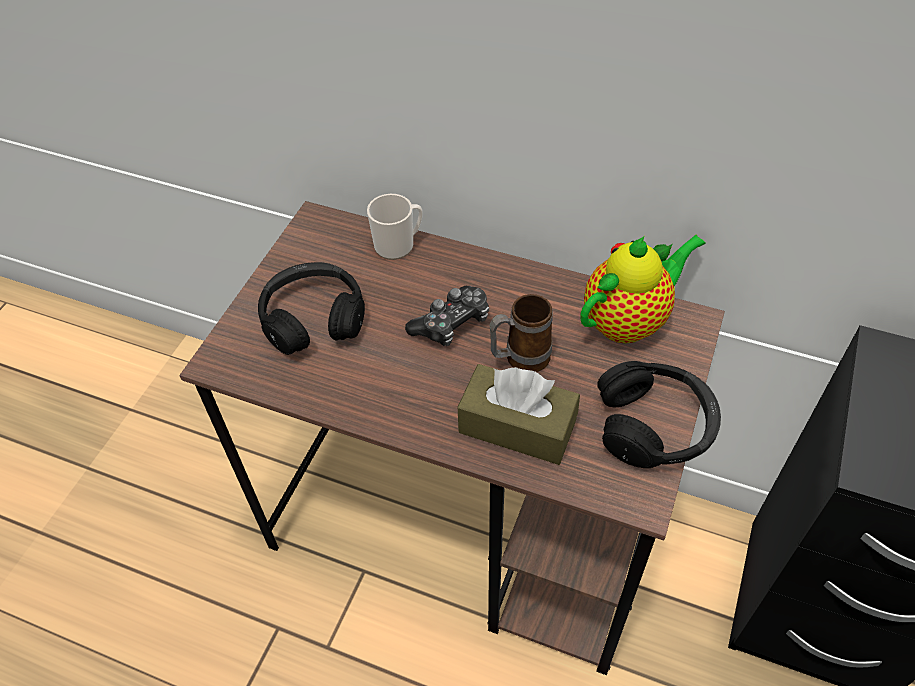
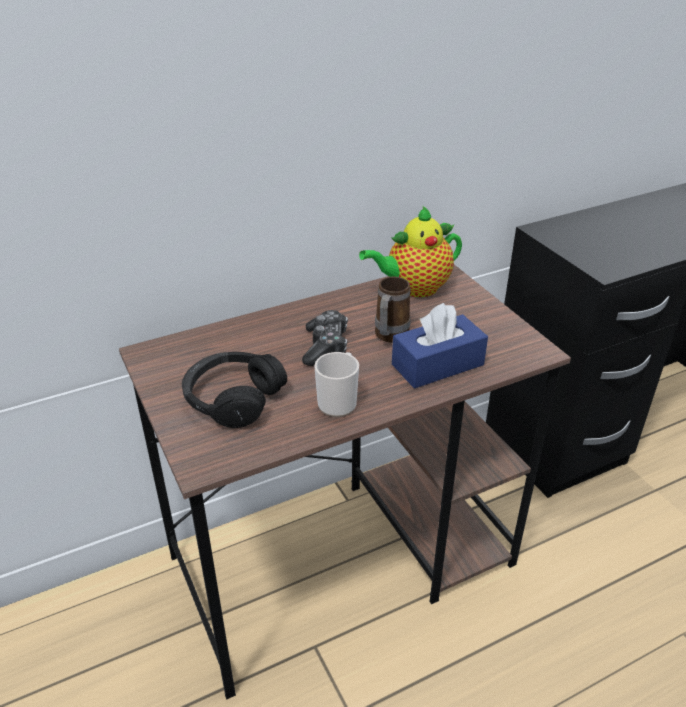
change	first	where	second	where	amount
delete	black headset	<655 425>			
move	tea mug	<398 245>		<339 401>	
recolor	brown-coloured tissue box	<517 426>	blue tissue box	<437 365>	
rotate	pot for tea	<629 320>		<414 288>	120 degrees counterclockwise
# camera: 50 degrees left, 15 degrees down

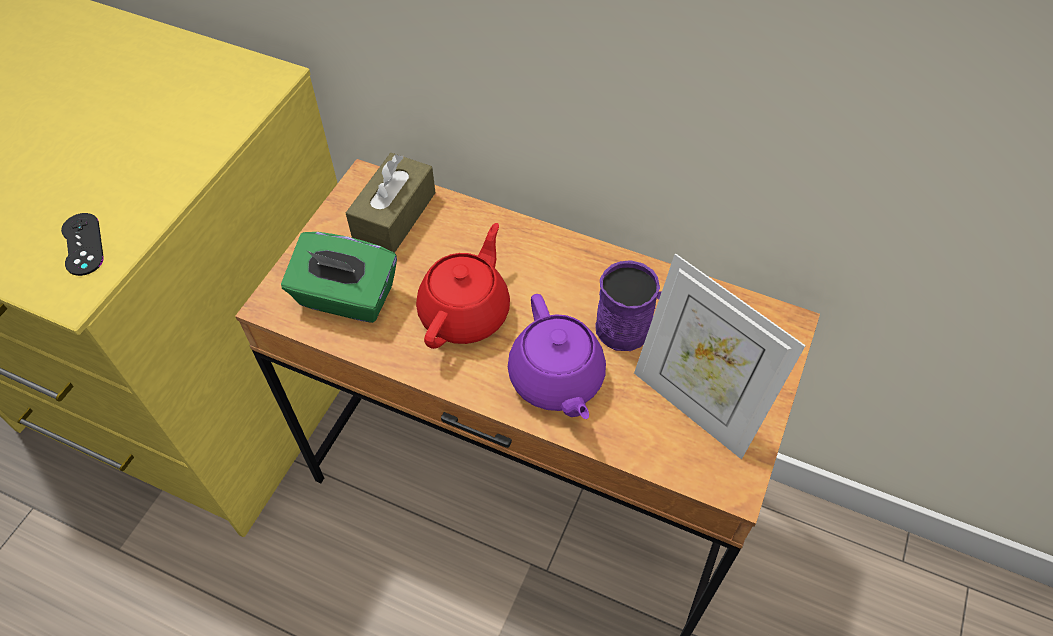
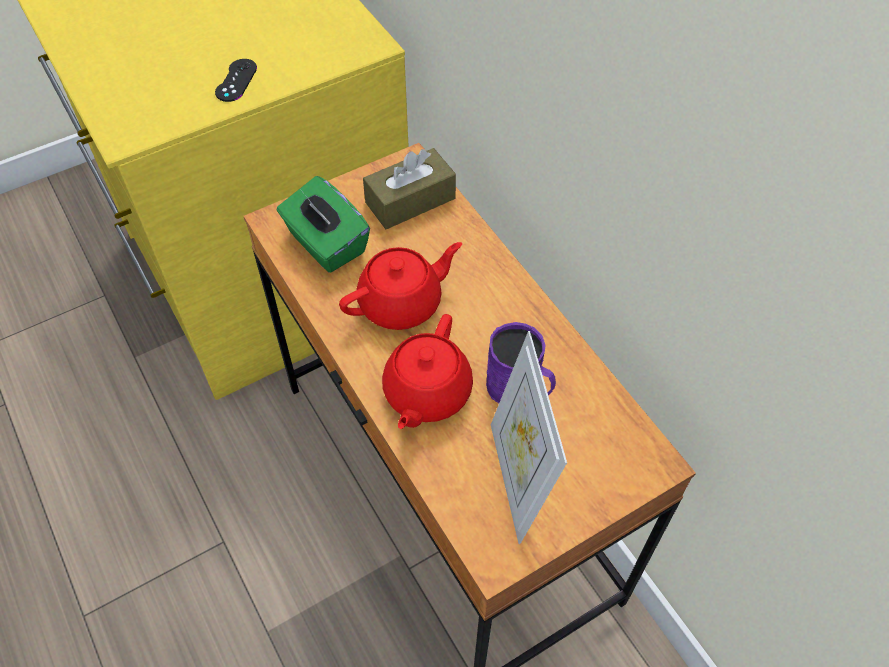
change	first	where	second	where	amount
move	black game controller	<82 244>		<236 80>	
recolor	purple pot for tea	<556 379>	red pot for tea	<426 393>	
# camera: 35 degrees right, 0 degrees up

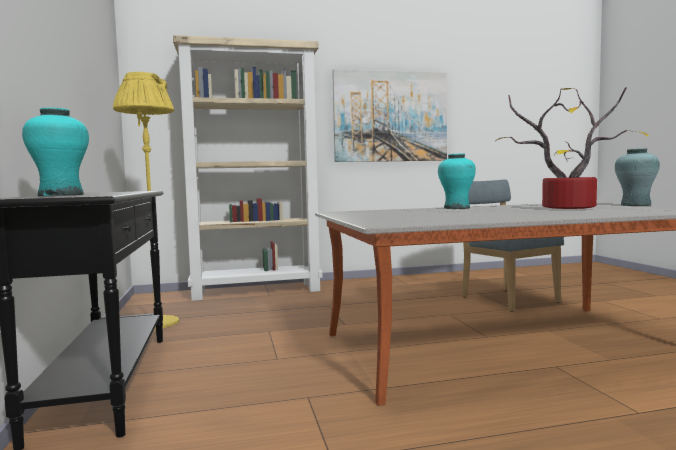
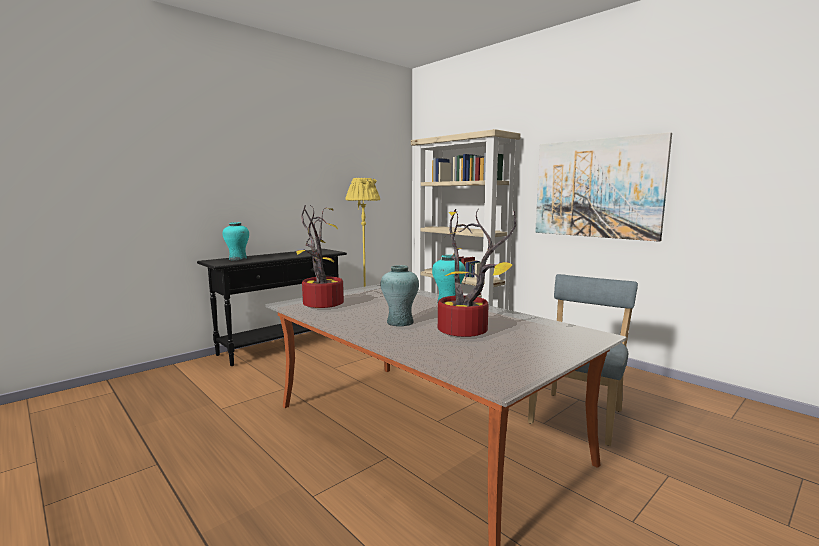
change	first	where	second	where	amount
insert			houseplant	<320 304>	
move	blue-green vase	<635 205>		<399 322>	
# camera: 60 degrees right, 5 degrees up

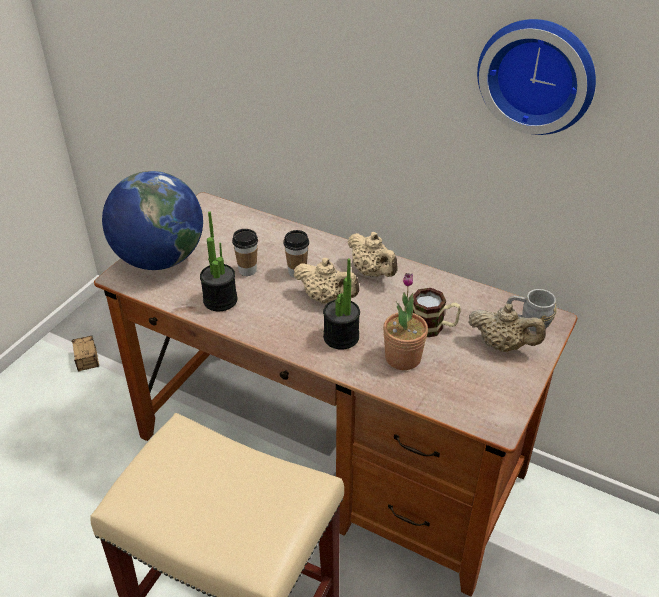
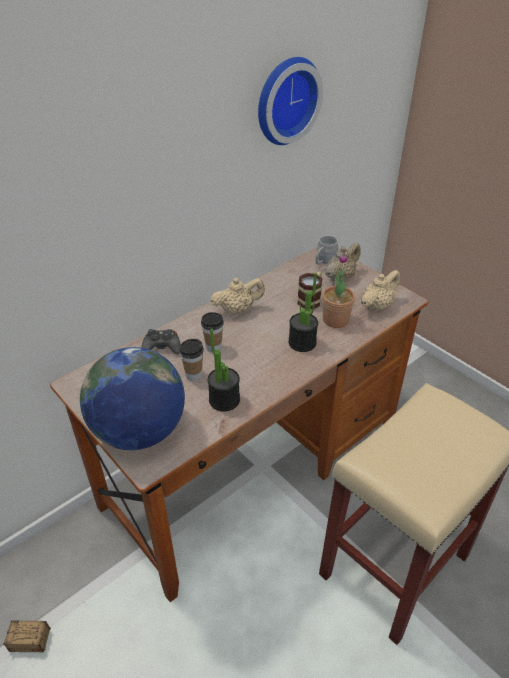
change	first	where	second	where	amount
insert			black game controller	<162 347>	
move	beige-coloured pot for tea	<326 299>		<377 306>	
# camera: 70 degrees left, 0 degrees up

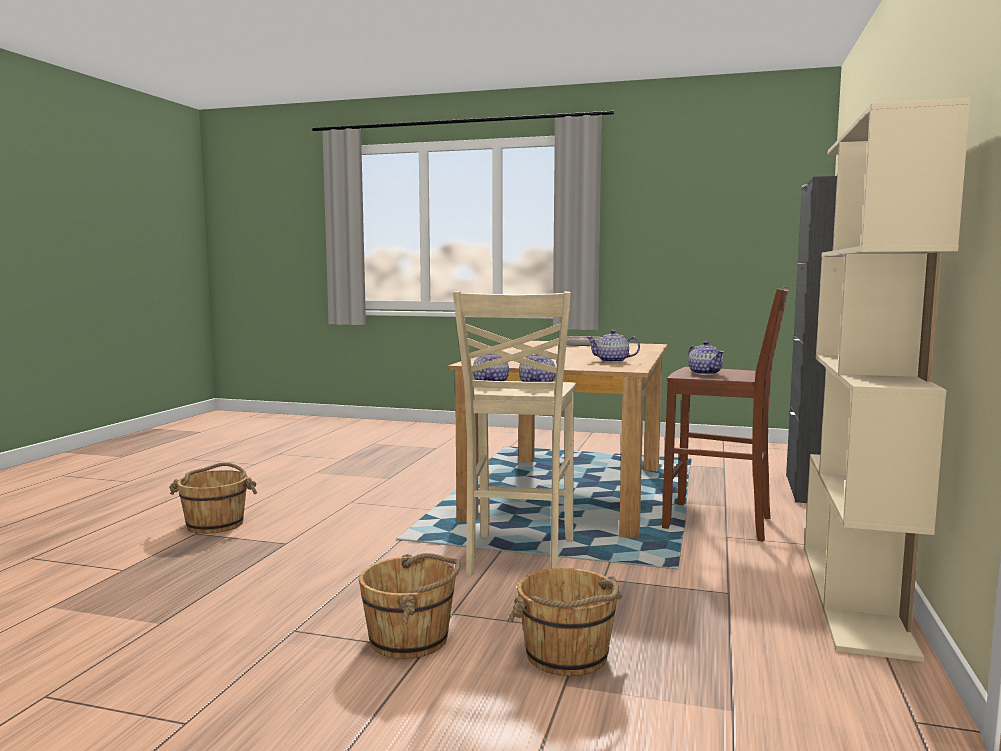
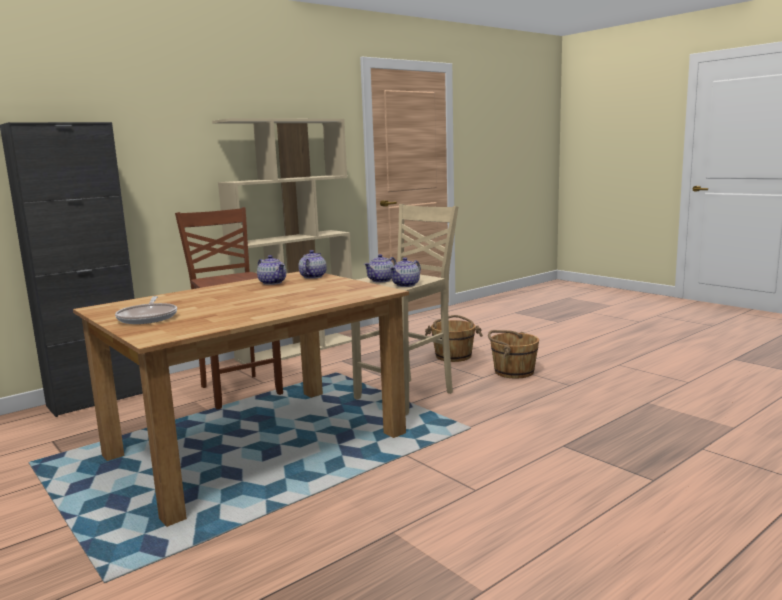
change	first	where	second	where	amount
delete	brown-coloured pail	<215 524>			
move	pot for tea	<705 373>		<312 277>	
# camera: 145 degrees left, 5 degrees up

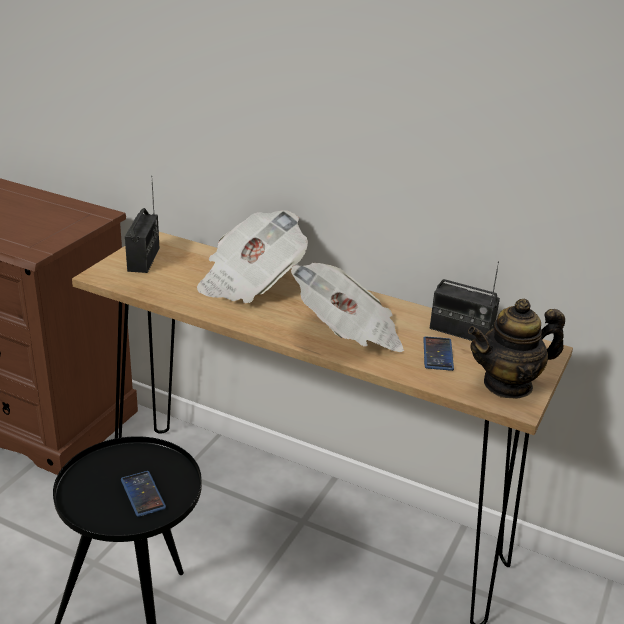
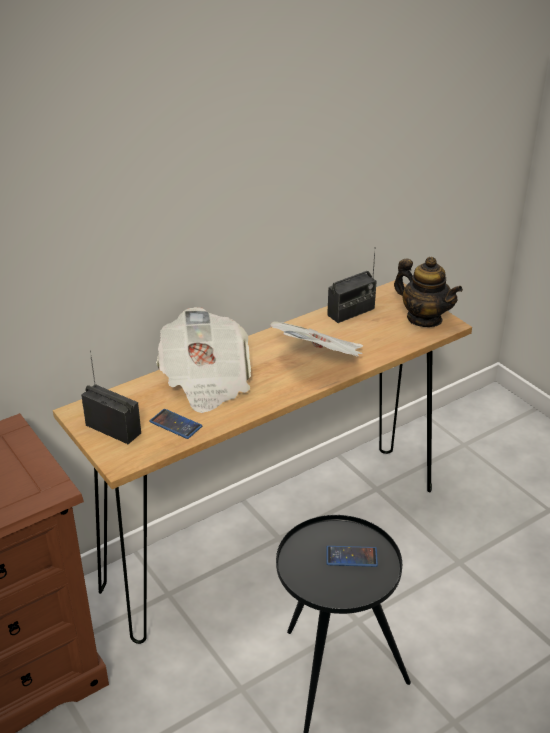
change	first	where	second	where	amount
move	handset	<438 354>		<175 424>	
rotate	pot for tea	<508 384>		<424 318>	60 degrees counterclockwise
# camera: 60 degrees left, 5 degrees up

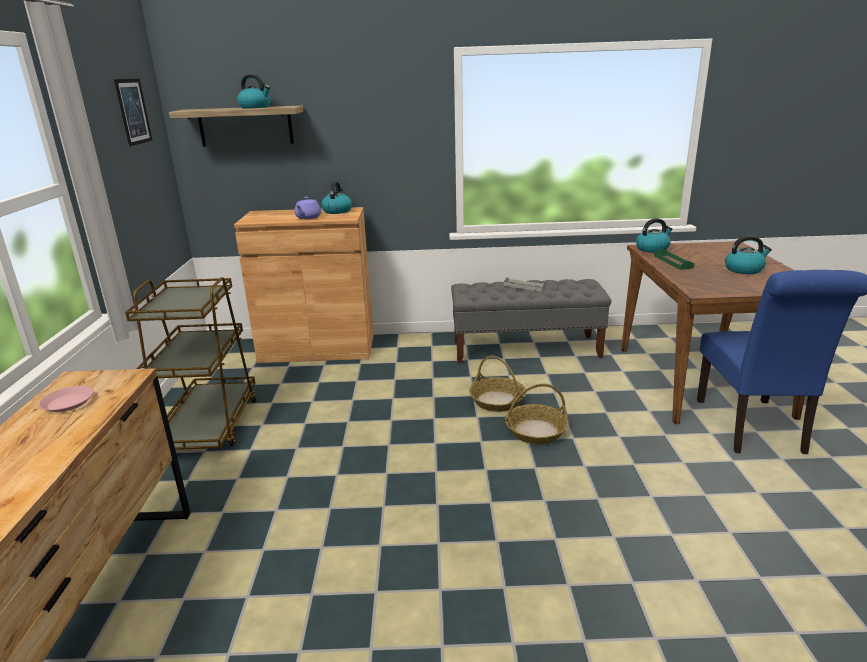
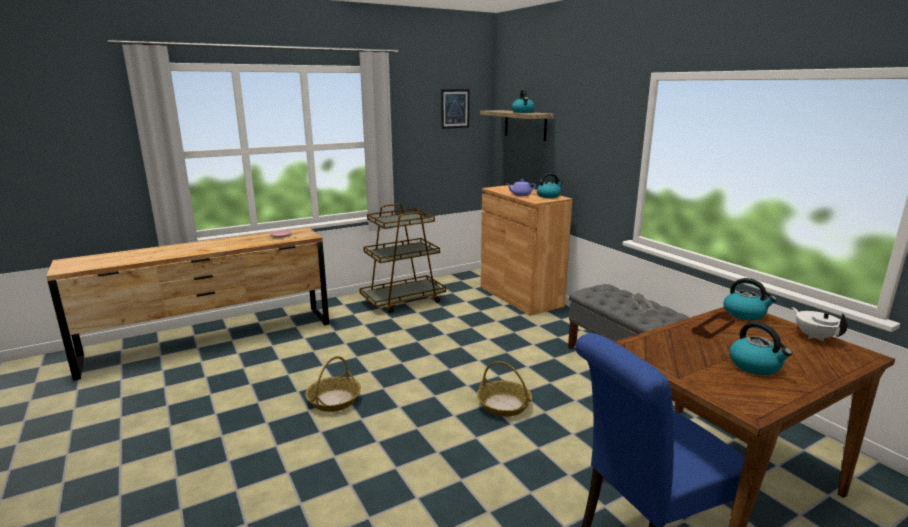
change	first	where	second	where	amount
insert			white pot for tea	<814 337>	
move	basket	<497 401>		<334 400>	
recolor	green-coloured tray	<673 262>	brown-coloured tray	<713 327>	
# camera: 60 degrees right, 5 degrees down

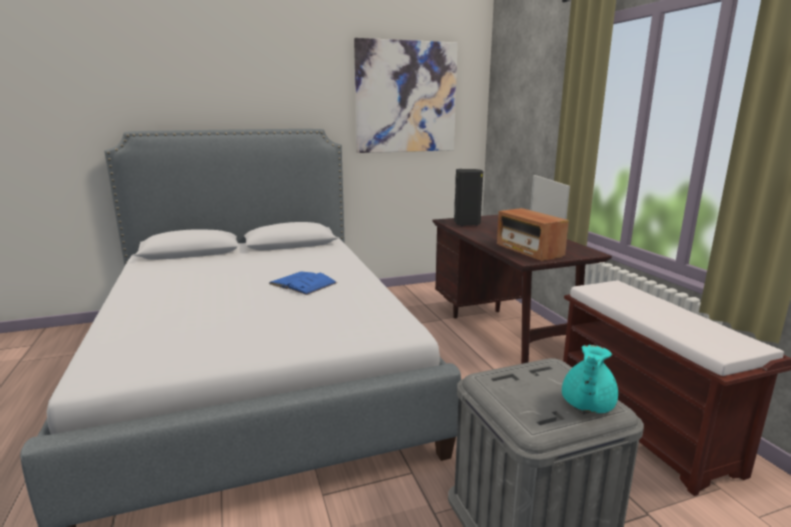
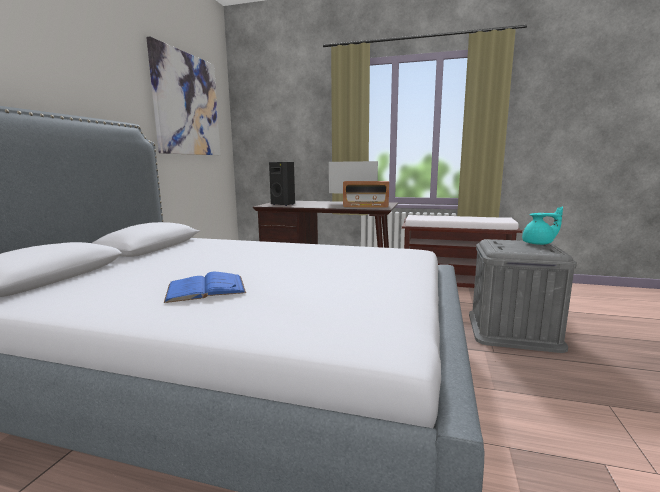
change	first	where	second	where	amount
move	blue bound book	<302 283>		<206 288>	
rotate	blue-green pot for tea	<586 405>		<539 244>	60 degrees counterclockwise
# camera: 55 degrees left, 5 degrees down

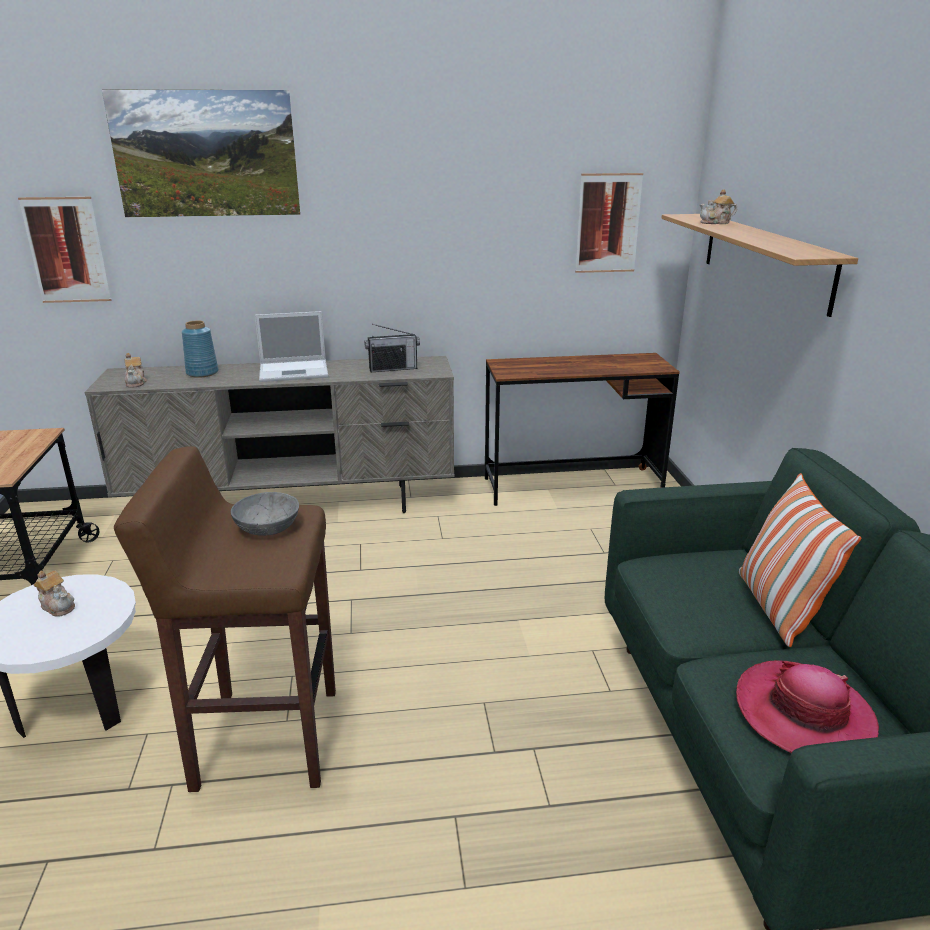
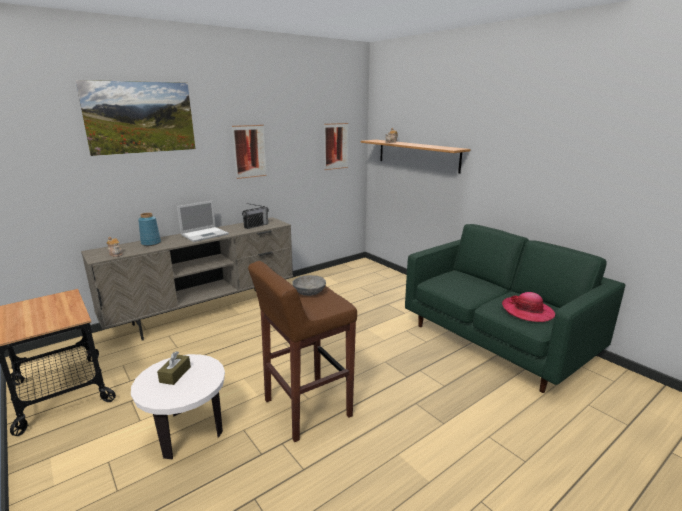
change	first	where	second	where	amount
delete	brown-coloured desk	<572 486>			
delete	throw pillow	<778 608>			
move	picture	<66 250>		<249 151>	
replace	pot for tea	<58 606>	brown-coloured tissue box	<175 374>	
# camera: 30 degrees left, 5 degrees down

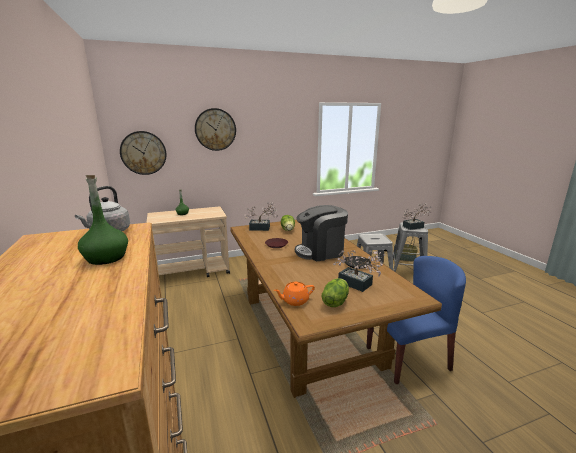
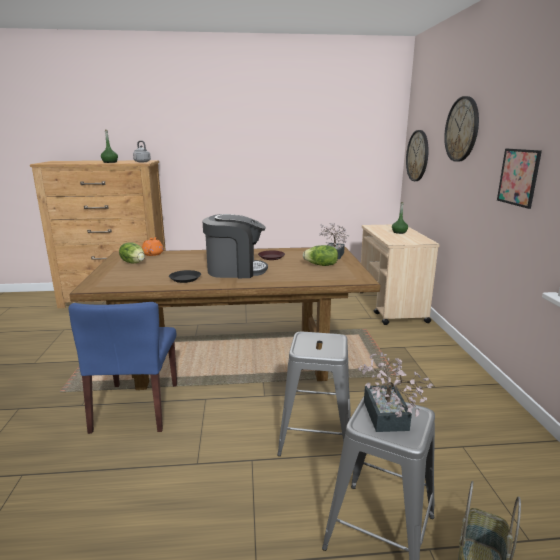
change	first	where	second	where	amount
delete	houseplant	<358 285>			
insert			picture	<518 177>	
rotate	coffee maker	<320 251>		<235 270>	90 degrees clockwise
# camera: 105 degrees right, 0 degrees up

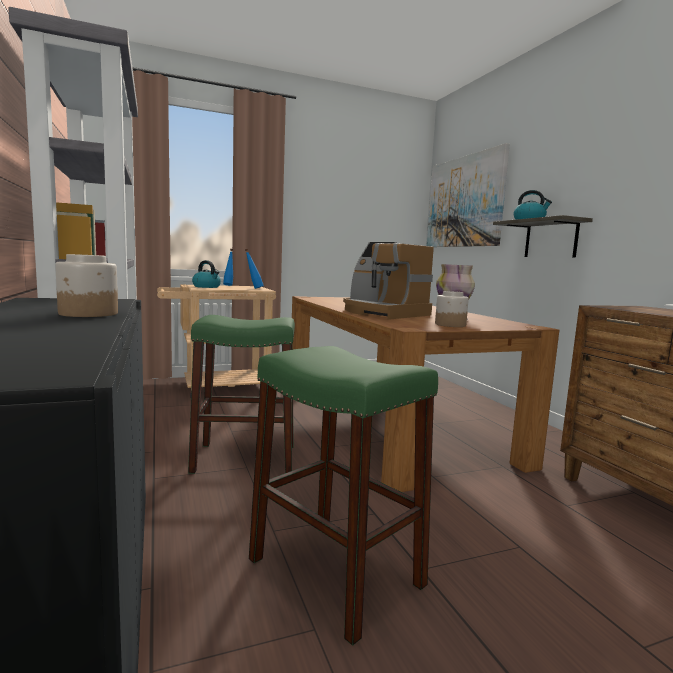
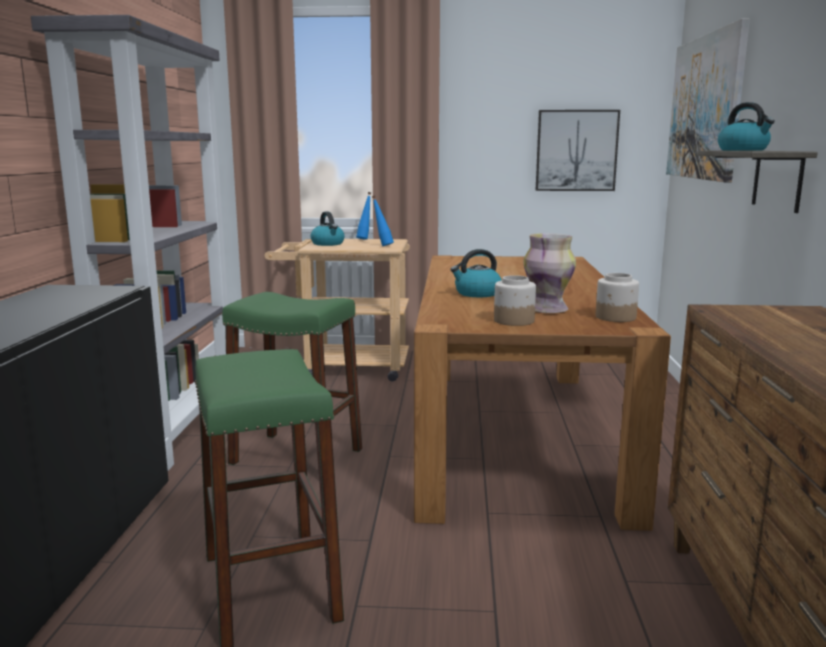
change	first	where	second	where	amount
insert			picture	<576 150>	
move	storage jar	<88 314>		<615 317>	
replace	coffee maker	<383 313>	water kettle	<477 293>	
# camera: 25 degrees right, 5 degrees up

